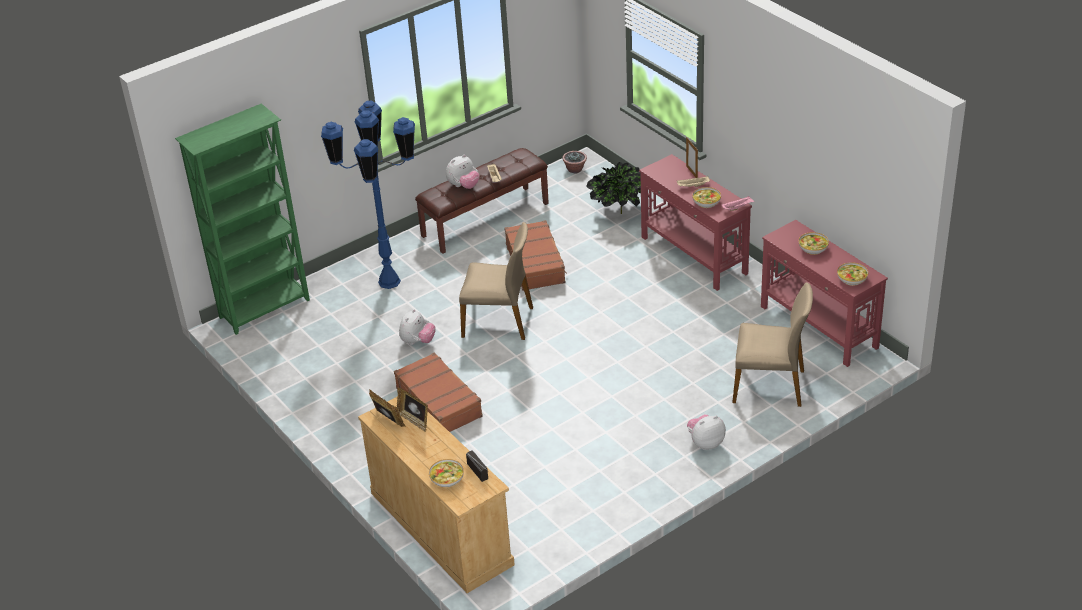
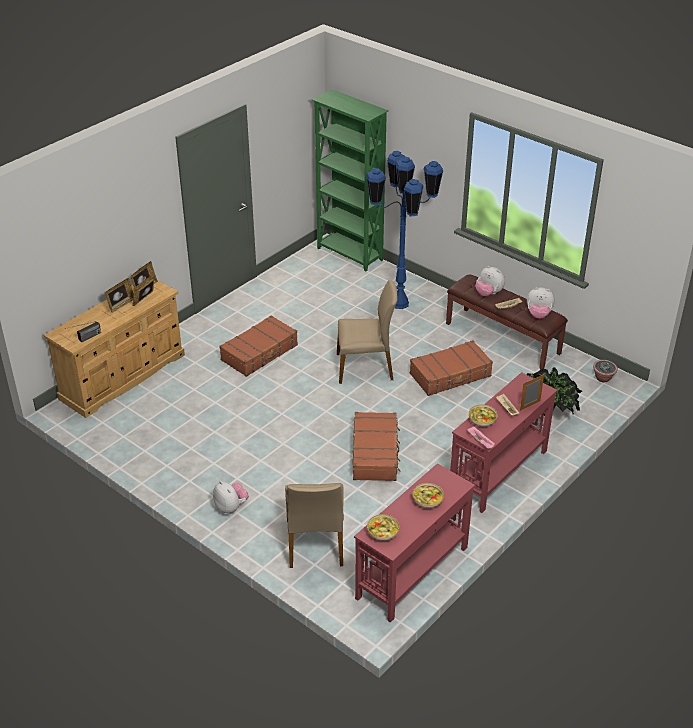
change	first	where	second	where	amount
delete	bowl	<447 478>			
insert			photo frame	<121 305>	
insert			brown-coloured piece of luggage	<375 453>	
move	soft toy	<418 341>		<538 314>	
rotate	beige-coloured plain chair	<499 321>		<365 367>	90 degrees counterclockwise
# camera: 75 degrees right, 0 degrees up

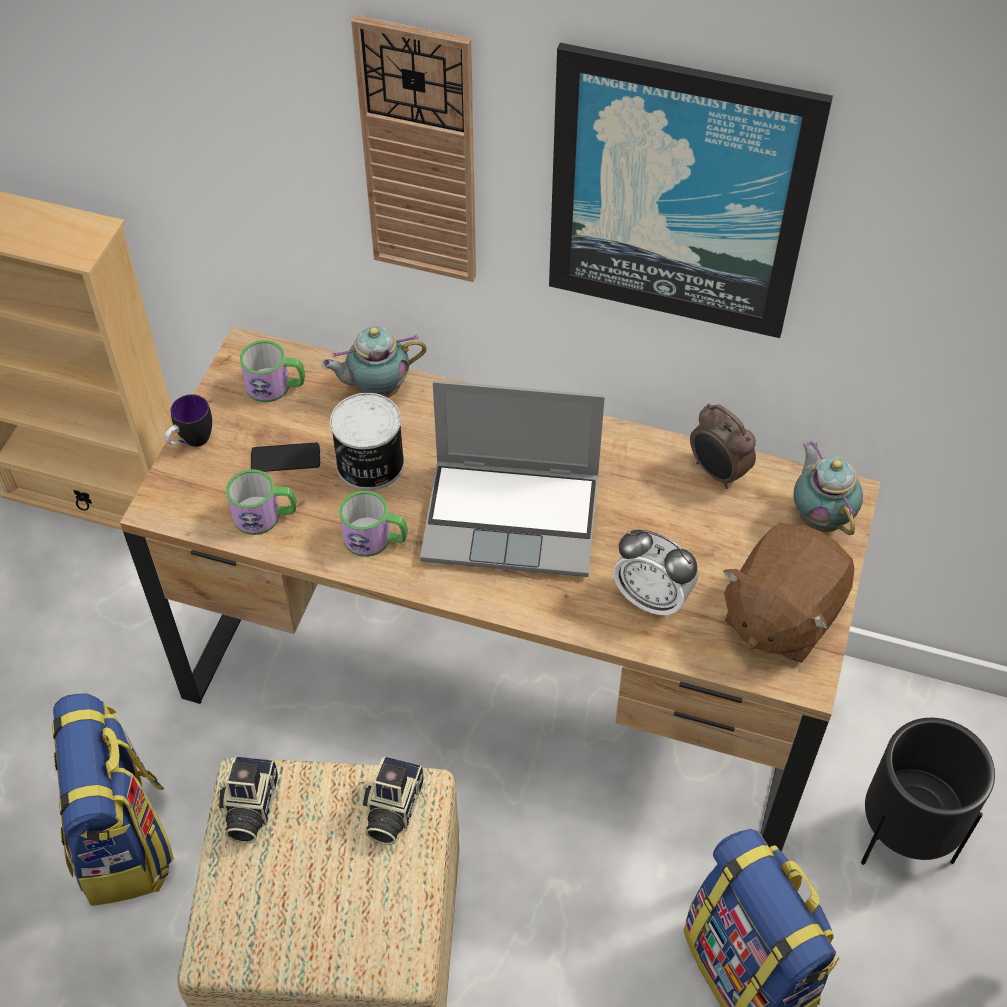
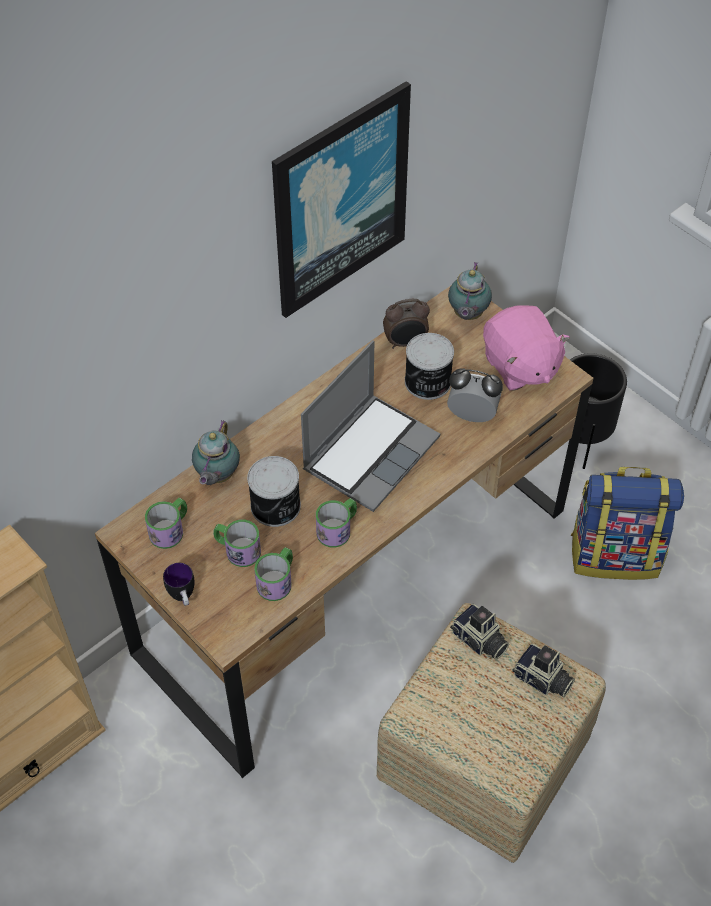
change	first	where	second	where	amount
delete	rucksack	<124 841>			
delete	wall clock	<420 155>			
insert			can	<427 382>	
move	photo camera	<249 808>		<542 680>	
replace	handset	<285 458>	tea mug	<237 550>	
recolor	brown-coloured soft toy	<780 615>	pink soft toy	<519 366>	
rotate	bedside clock	<652 598>		<472 415>	135 degrees counterclockwise
rotate	pot for tea	<820 517>		<467 315>	90 degrees counterclockwise
# camera: 60 degrees left, 0 degrees up

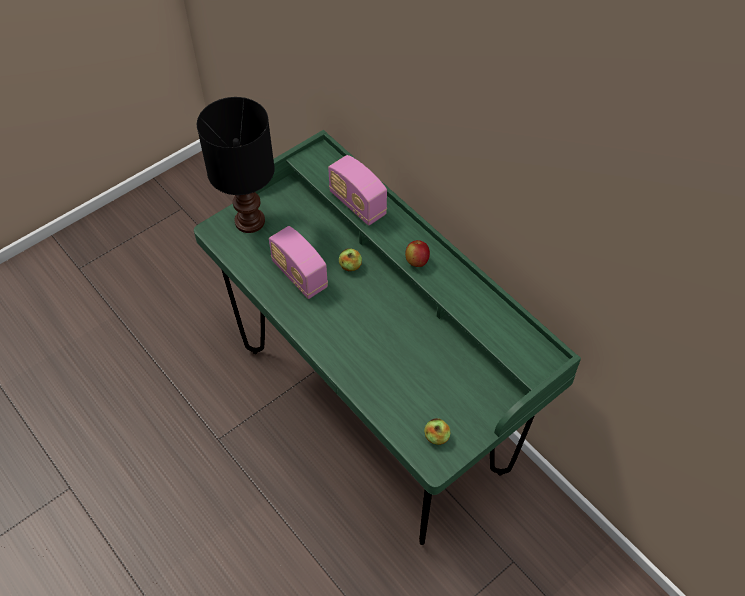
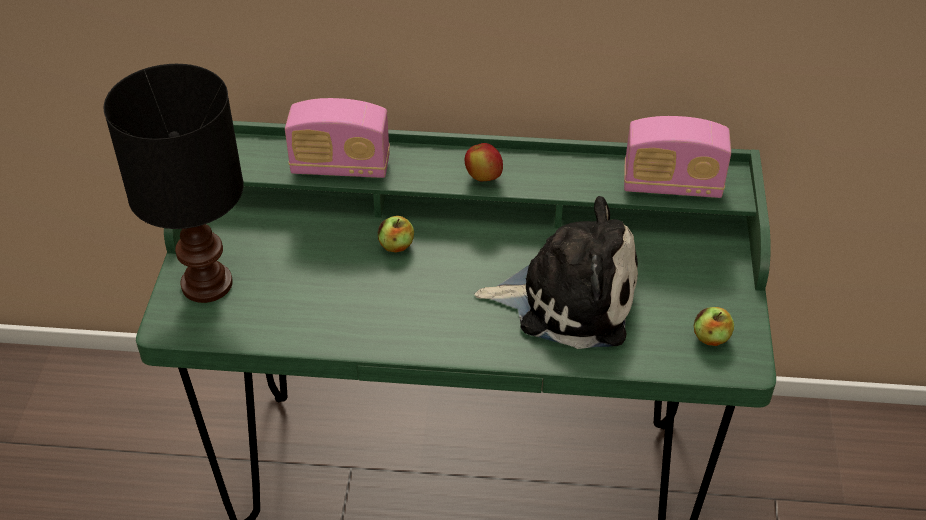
change	first	where	second	where	amount
insert			soft toy	<568 298>	
move	radio	<299 275>		<672 185>	
# camera: 45 degrees left, 10 degrees down

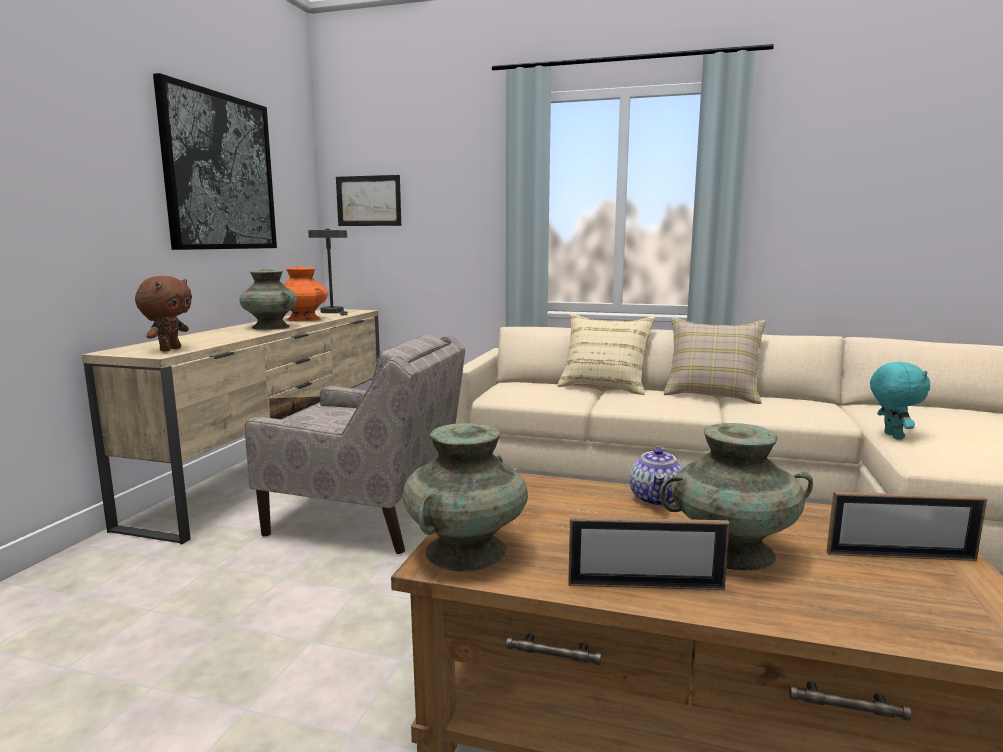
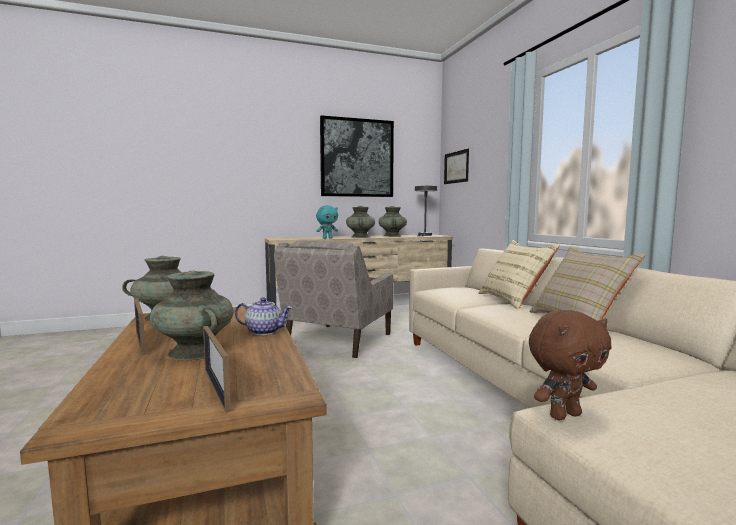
change	first	where	second	where	amount
move	brown-coloured soft toy	<169 349>		<564 415>	
move	blue-green soft toy	<891 436>		<327 238>	
recolor	orange-coloured vase	<303 319>	blue-green vase	<392 236>	
rotate	beige-coloured easy chair	<366 515>		<338 340>	45 degrees clockwise
rotate	pot for tea	<657 499>		<264 331>	150 degrees counterclockwise
# camera: 55 degrees right, 5 degrees down

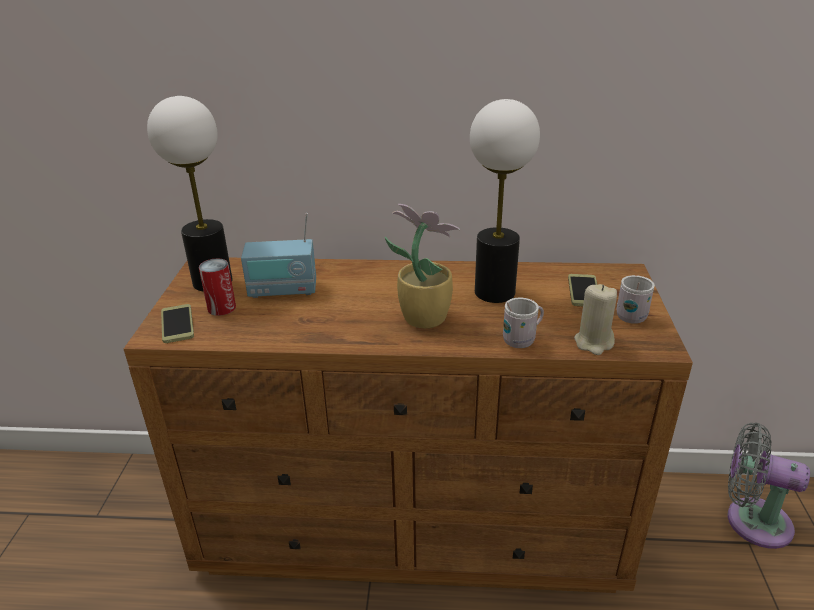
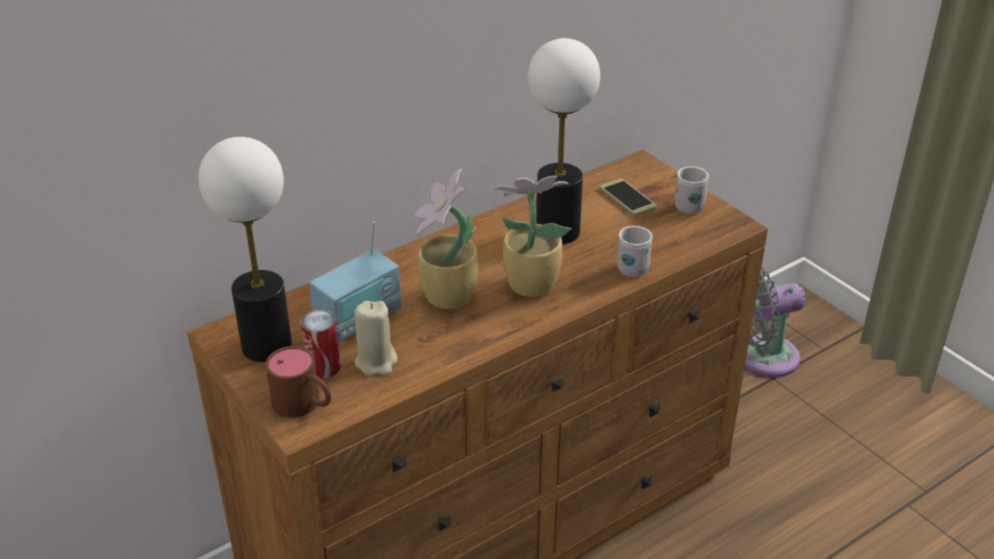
change	first	where	second	where	amount
insert			houseplant	<448 298>	
move	beige-coloured wax candle	<593 342>		<376 361>	
replace	handset	<177 324>	brown-coloured tea mug	<304 405>	
# camera: 40 degrees left, 5 degrees up

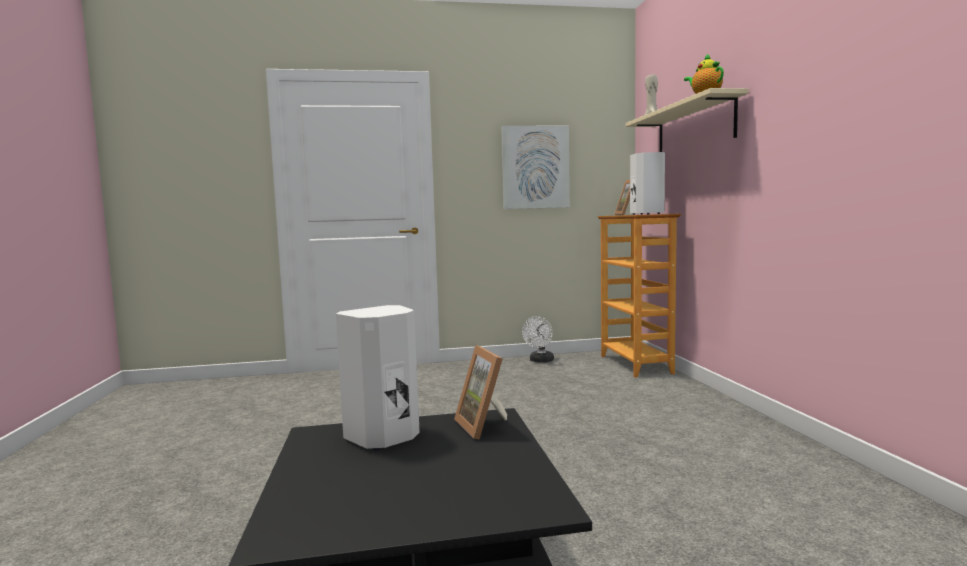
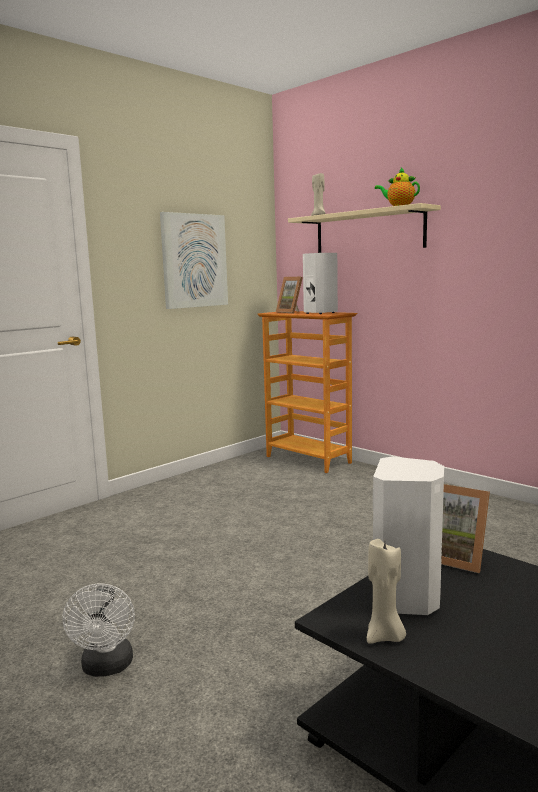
change	first	where	second	where	amount
insert			beige-coloured wax candle	<385 637>	
move	white cooling fan	<540 361>		<107 667>	
# camera: 35 degrees left, 5 degrees up

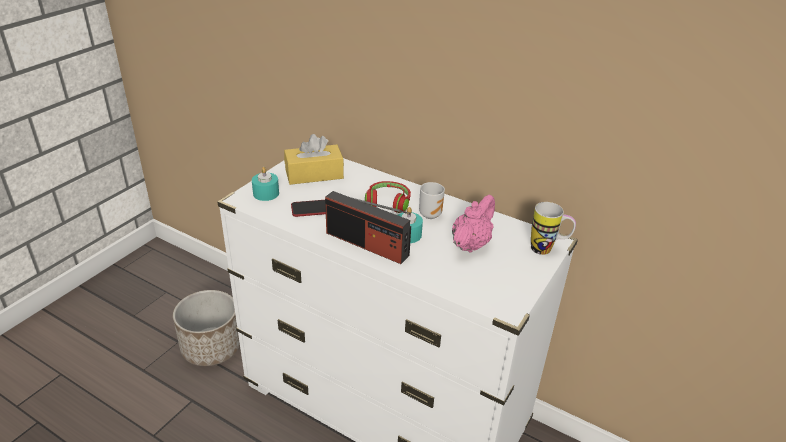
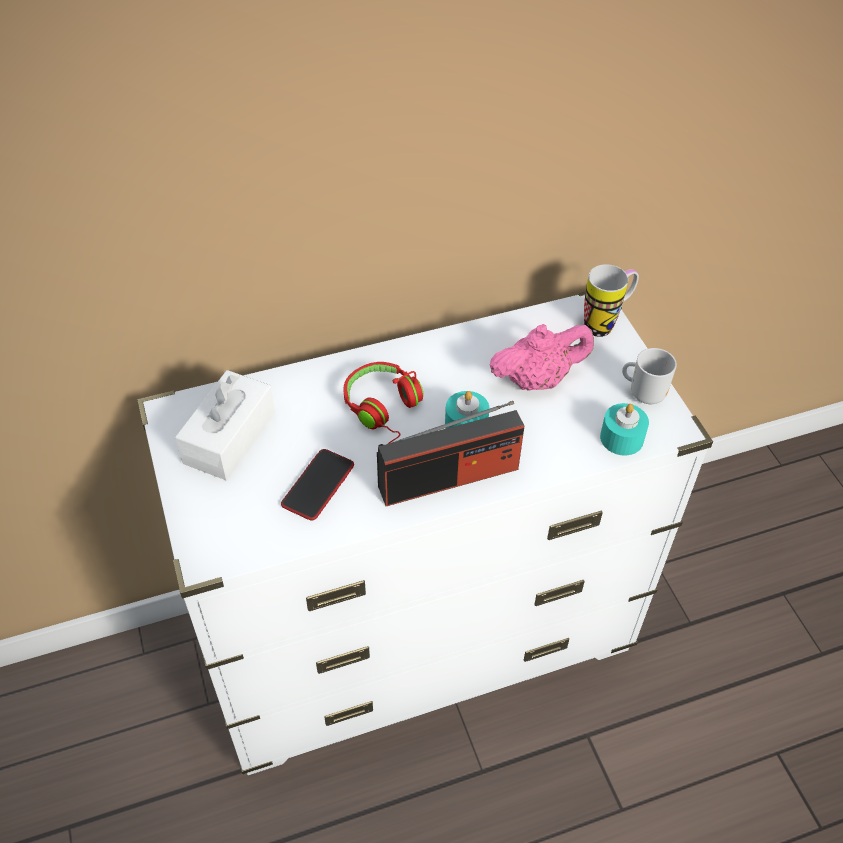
change	first	where	second	where	amount
delete	flower pot	<212 347>			
move	blue-green wax candle	<266 193>		<621 438>	
move	tea mug	<430 214>		<644 394>	
recolor	yellow tissue box	<314 174>	white tissue box	<229 437>	
rotate	pink pot for tea	<471 244>		<537 380>	90 degrees clockwise
# camera: 50 degrees left, 15 degrees up

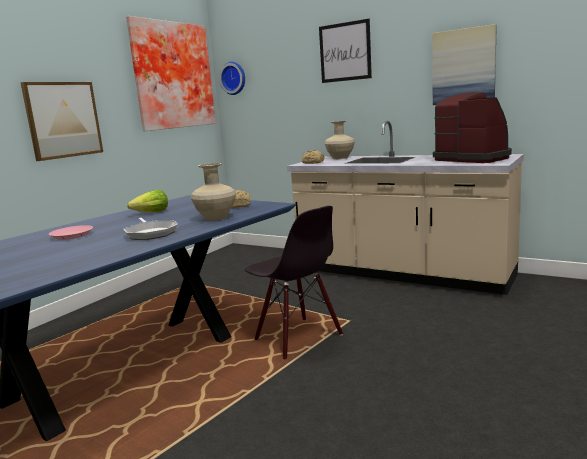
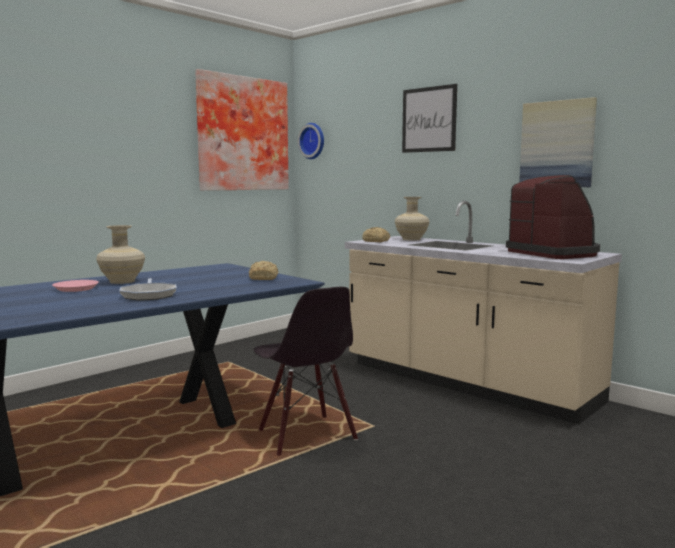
change	first	where	second	where	amount
delete	picture	<63 120>			
delete	lettuce head	<151 213>			
move	beige-coloured vase	<216 218>		<122 281>	
# camera: 10 degrees right, 5 degrees down

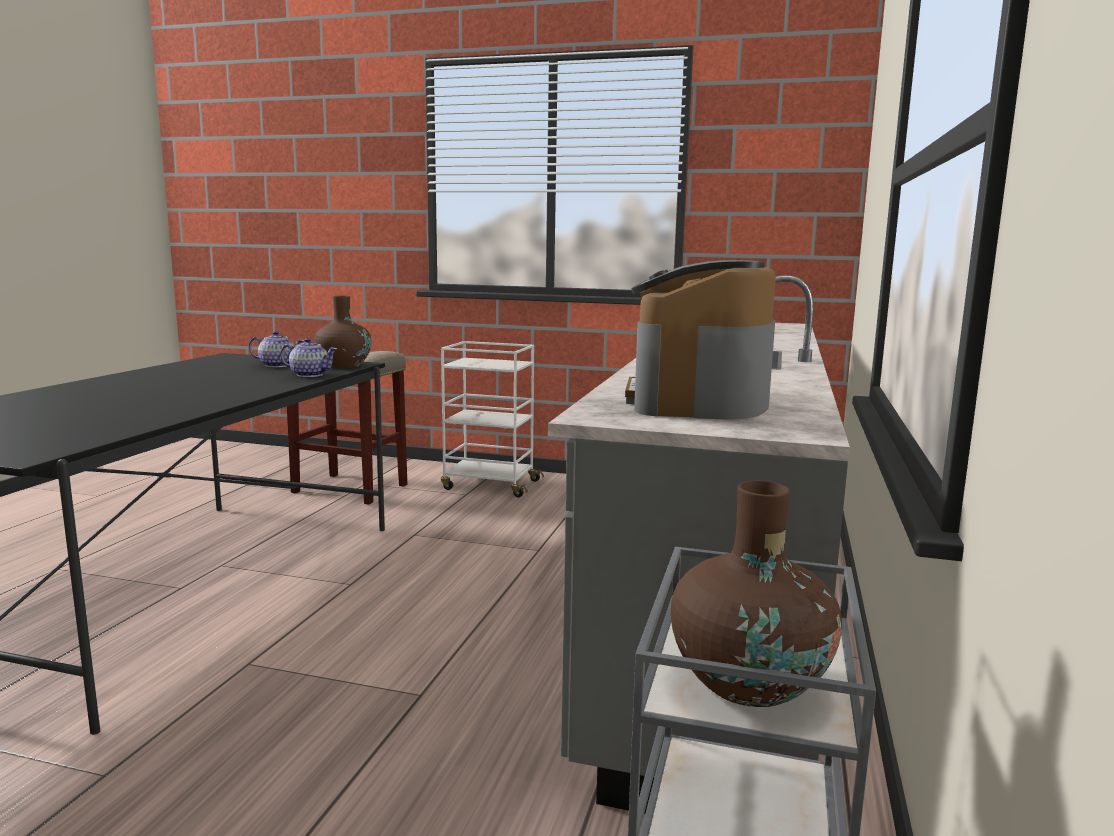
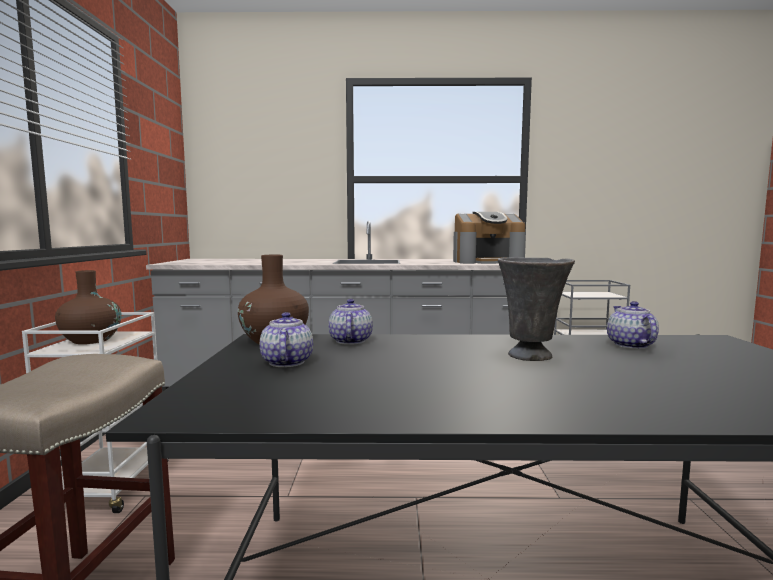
change	first	where	second	where	amount
insert			gray vase	<531 356>	
insert			pot for tea	<630 345>	
move	brown-coloured vase	<749 682>		<91 340>	
# camera: 105 degrees left, 5 degrees down

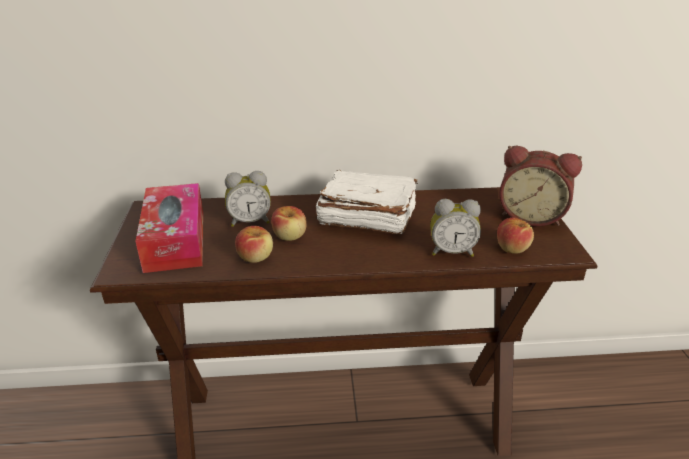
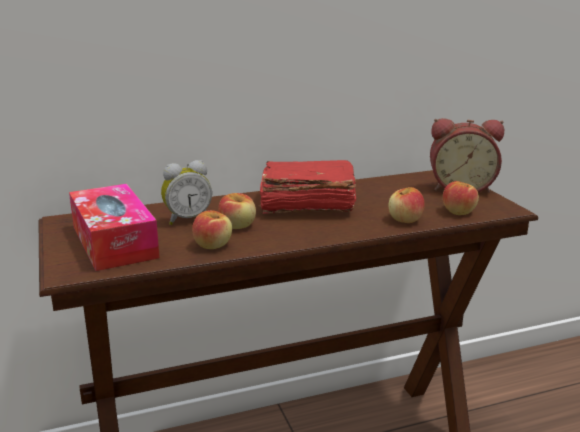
change	first	where	second	where	amount
replace	bedside clock	<451 251>	whole apple	<405 220>	
recolor	white bound book	<366 217>	red bound book	<306 204>	
# camera: 15 degrees left, 10 degrees down

